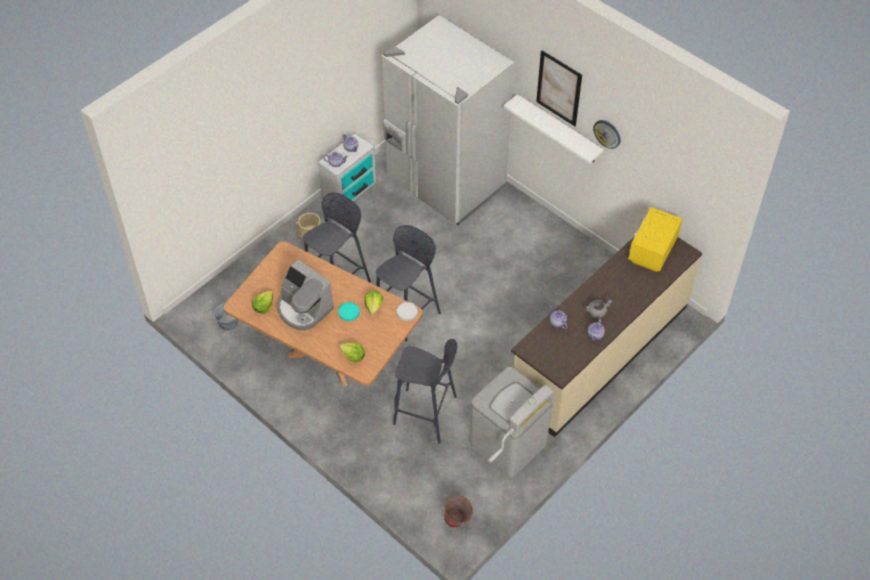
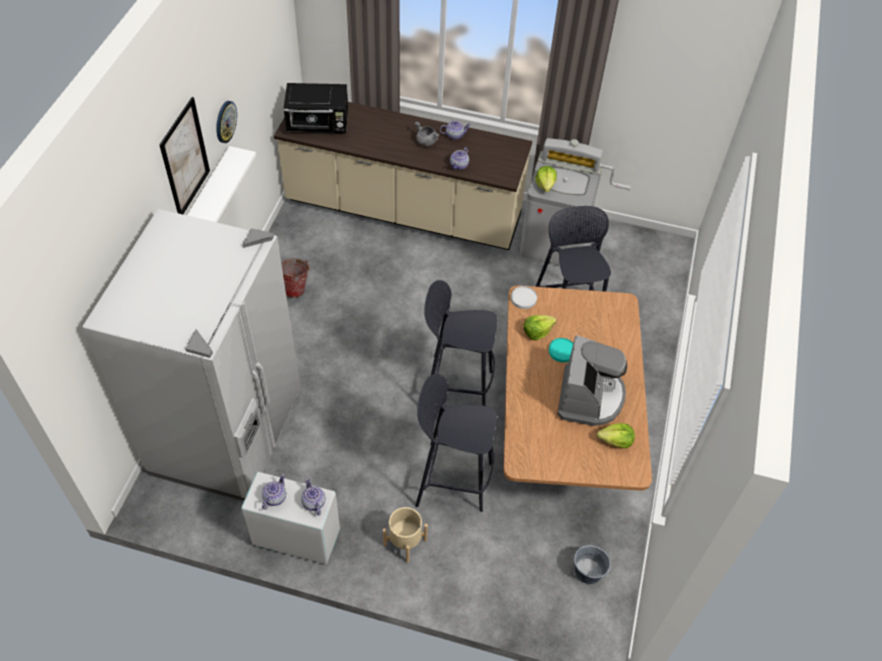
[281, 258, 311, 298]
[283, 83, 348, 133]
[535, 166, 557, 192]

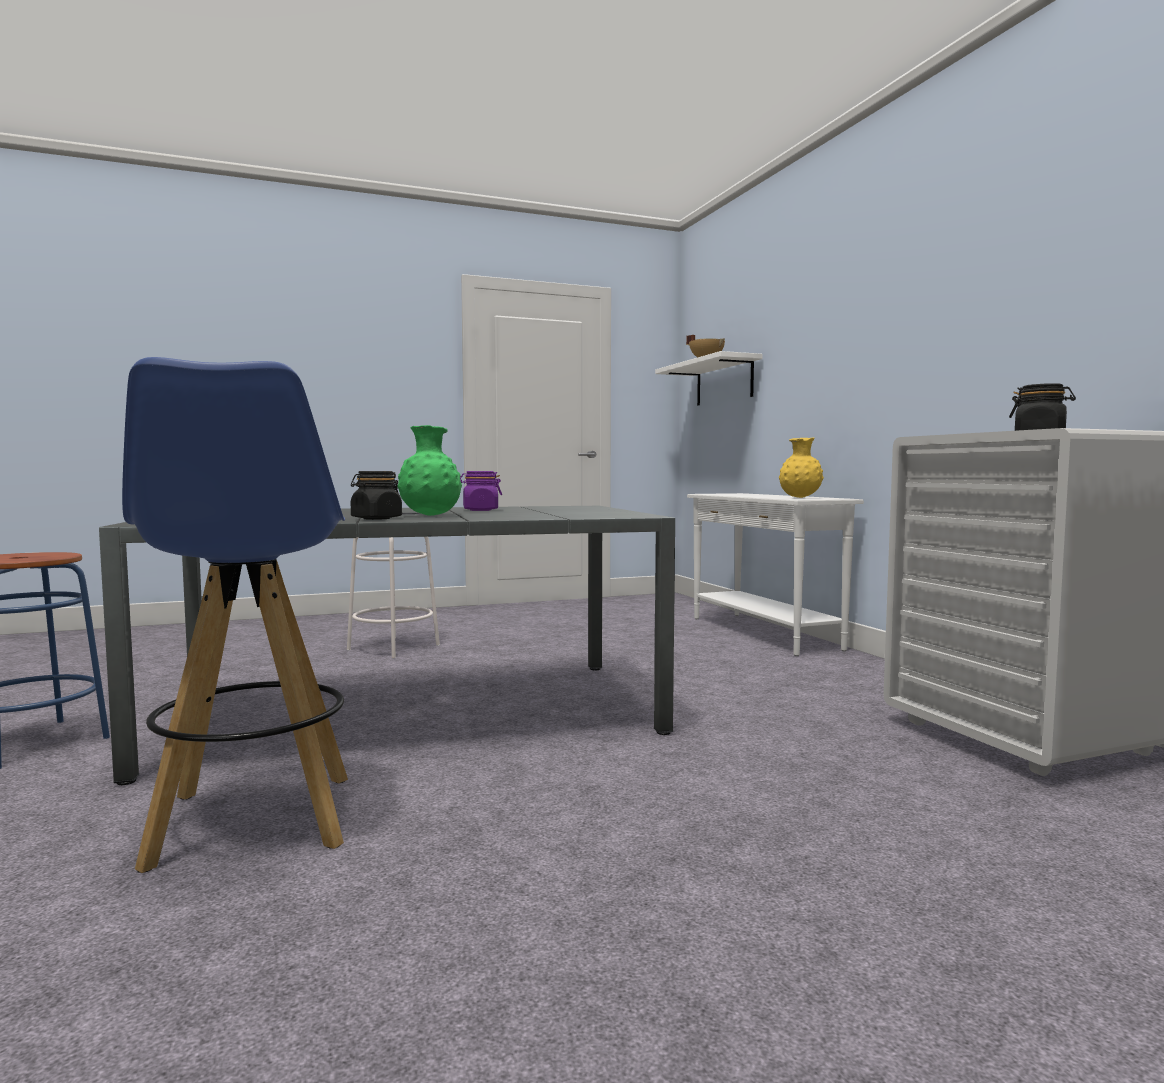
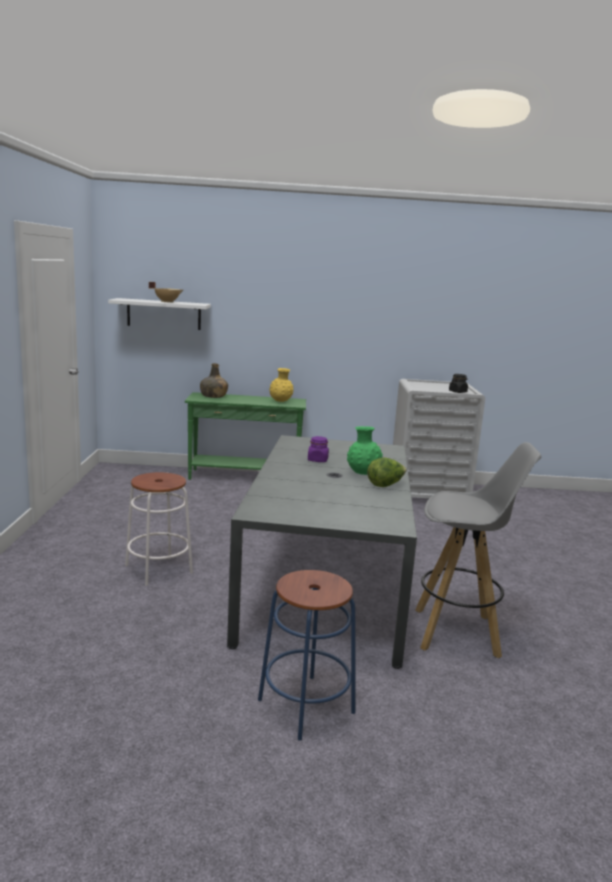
[185, 392, 306, 480]
[200, 363, 228, 398]
[367, 457, 407, 487]
[415, 442, 541, 658]

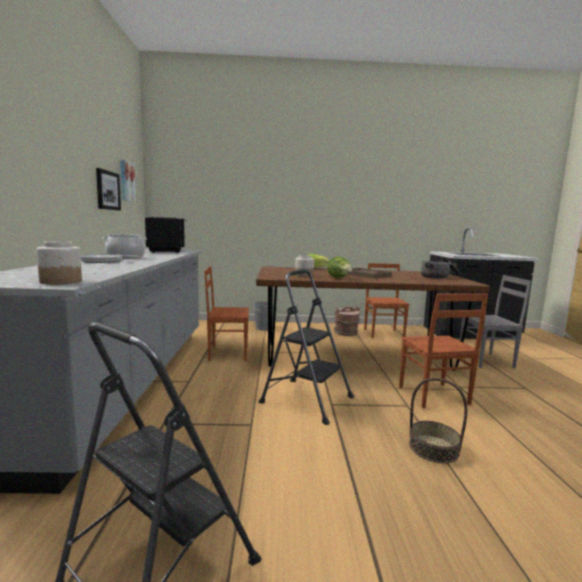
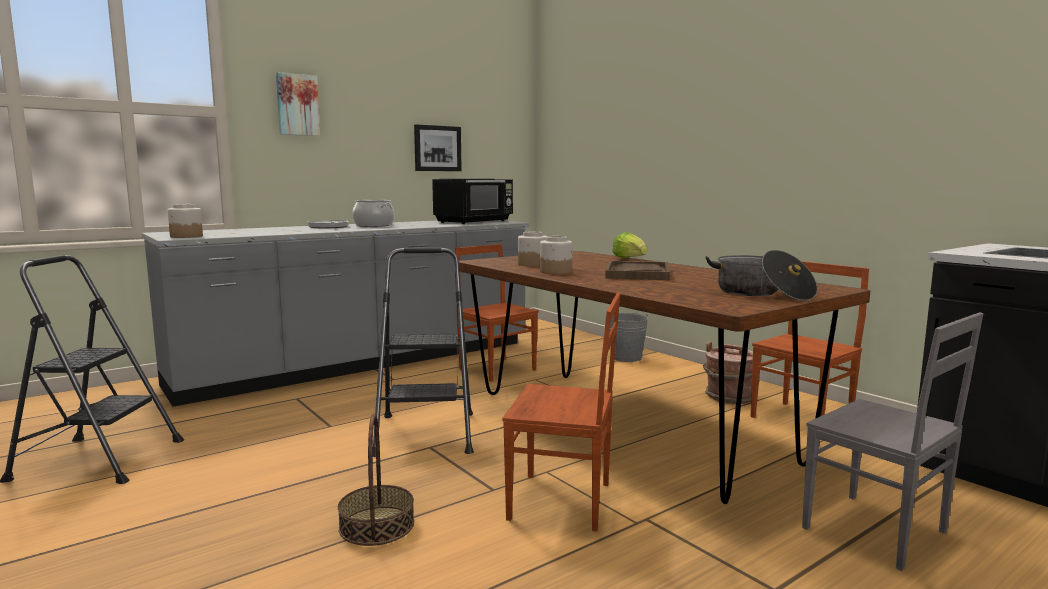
[276, 72, 320, 136]
[502, 292, 621, 532]
[540, 236, 572, 274]

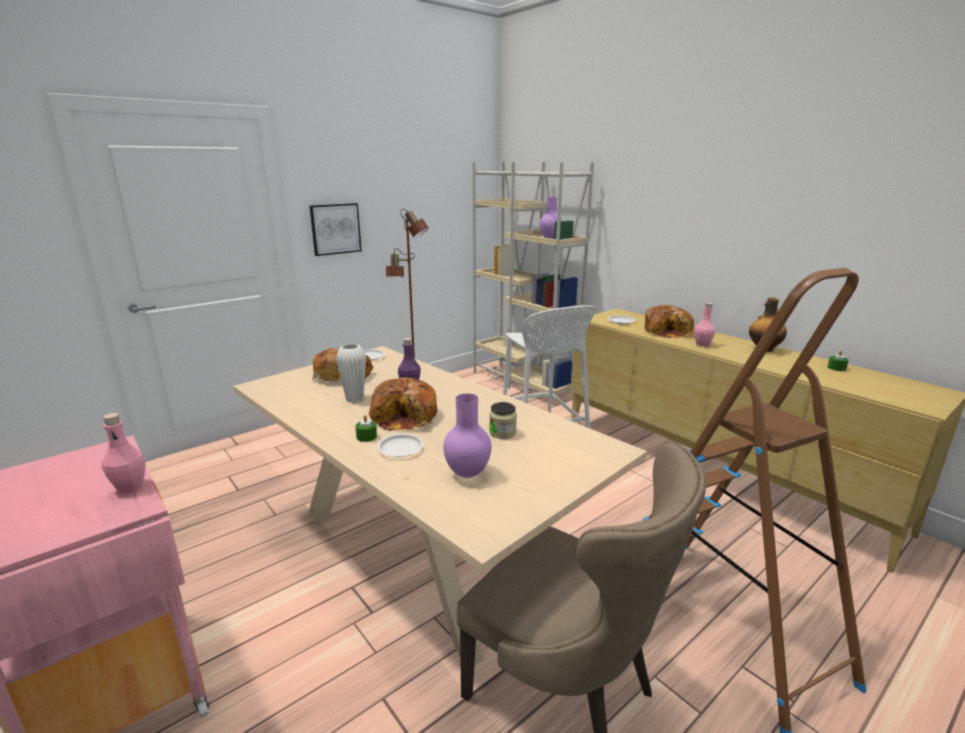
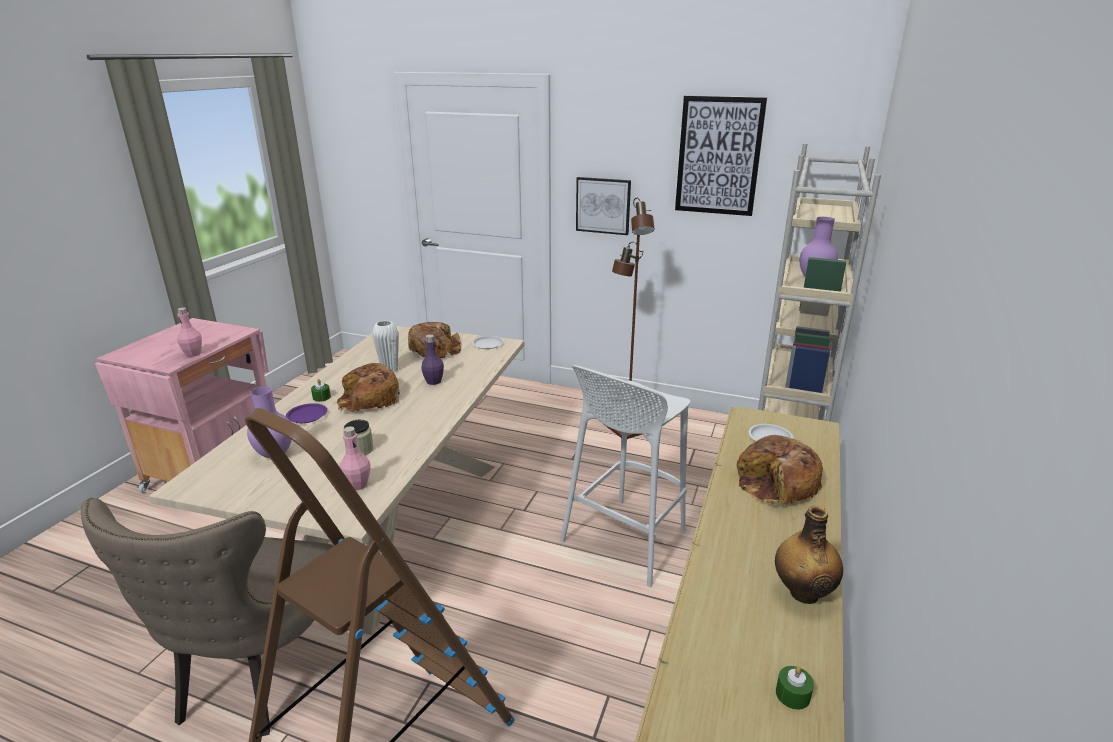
[286, 403, 327, 423]
[339, 426, 370, 490]
[675, 96, 767, 216]

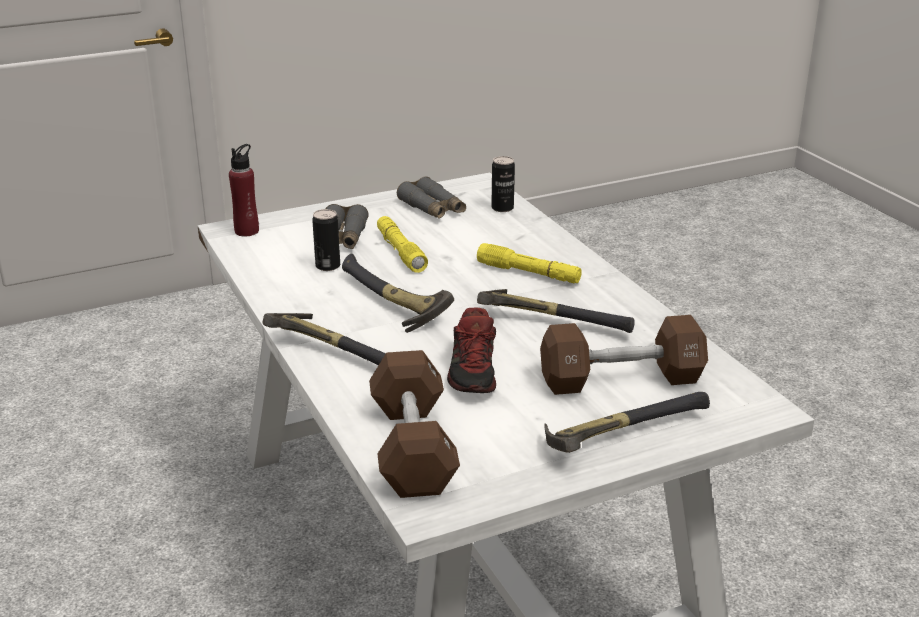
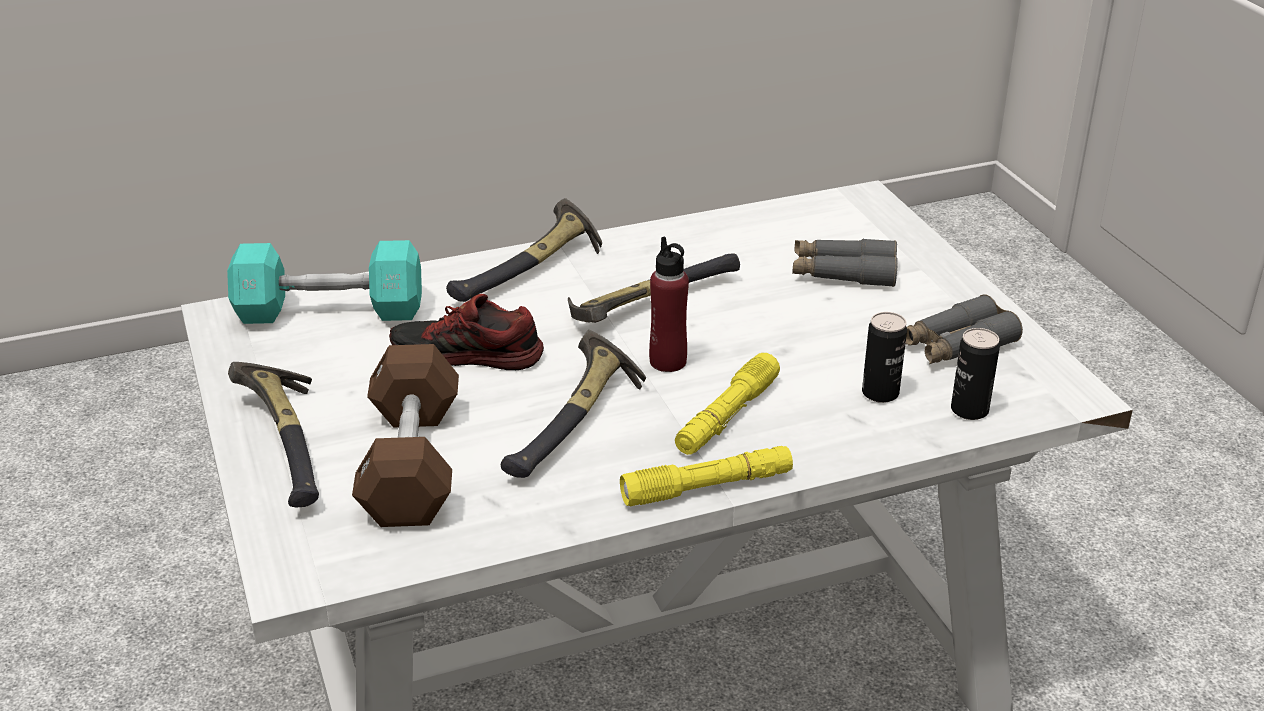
[227, 240, 422, 324]
[620, 446, 793, 507]
[649, 237, 689, 372]
[862, 312, 907, 403]

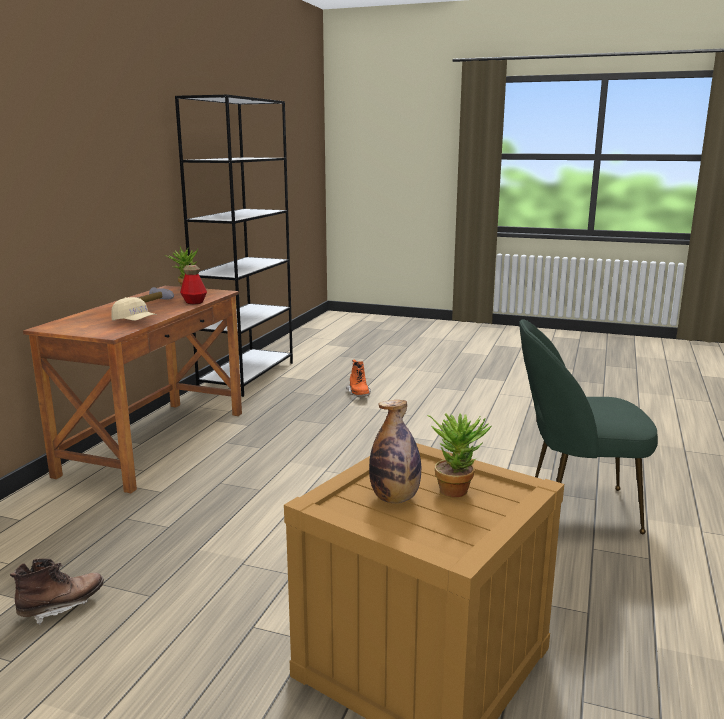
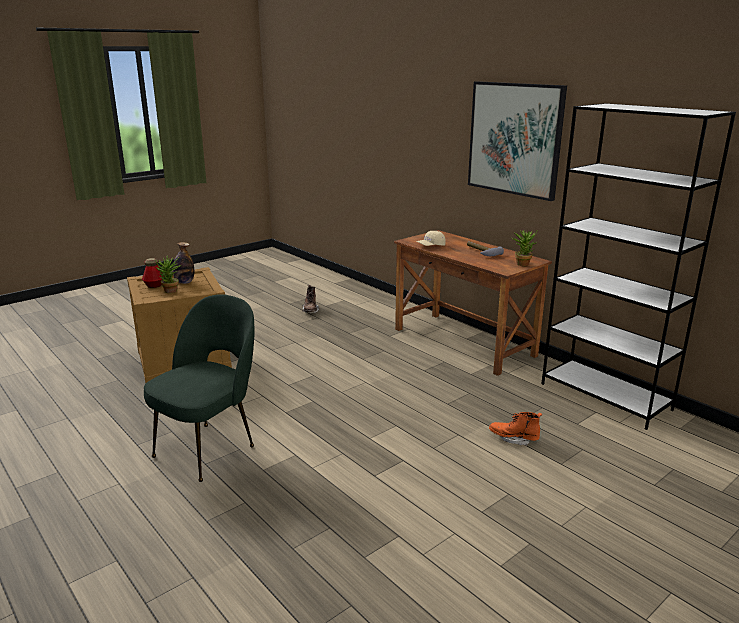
[142, 258, 164, 288]
[468, 81, 567, 201]

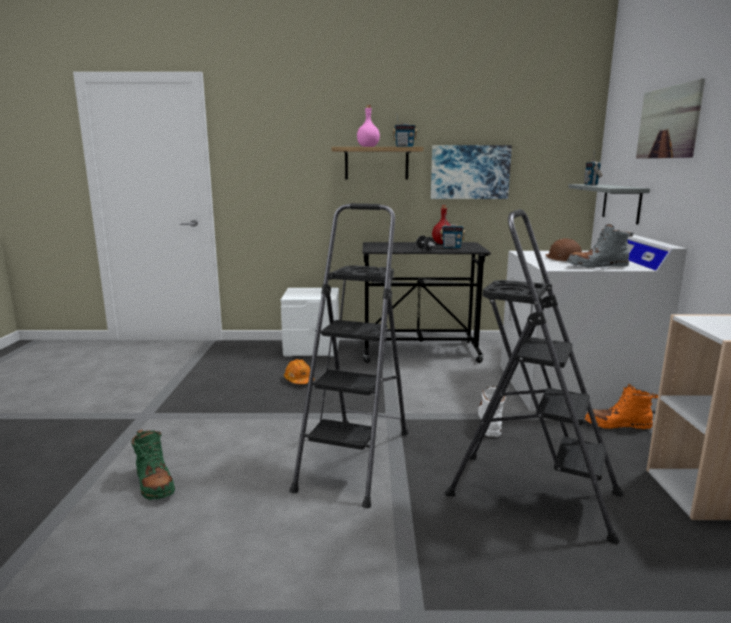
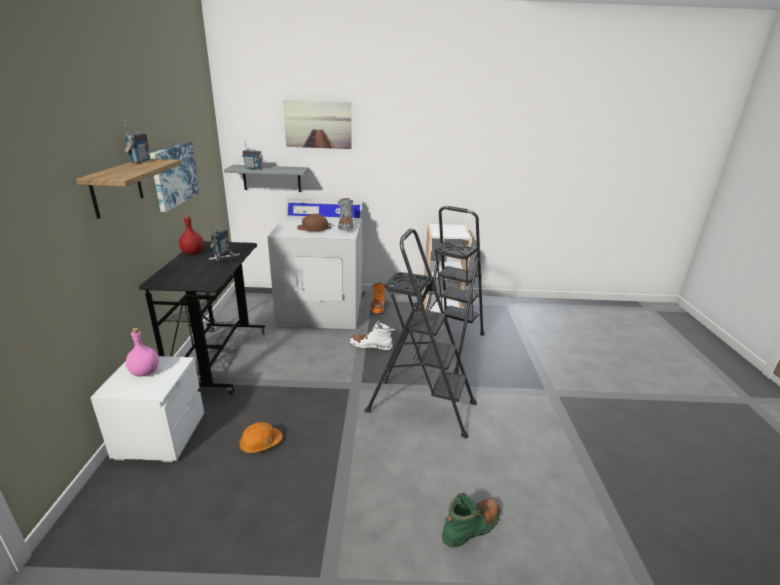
[126, 328, 159, 377]

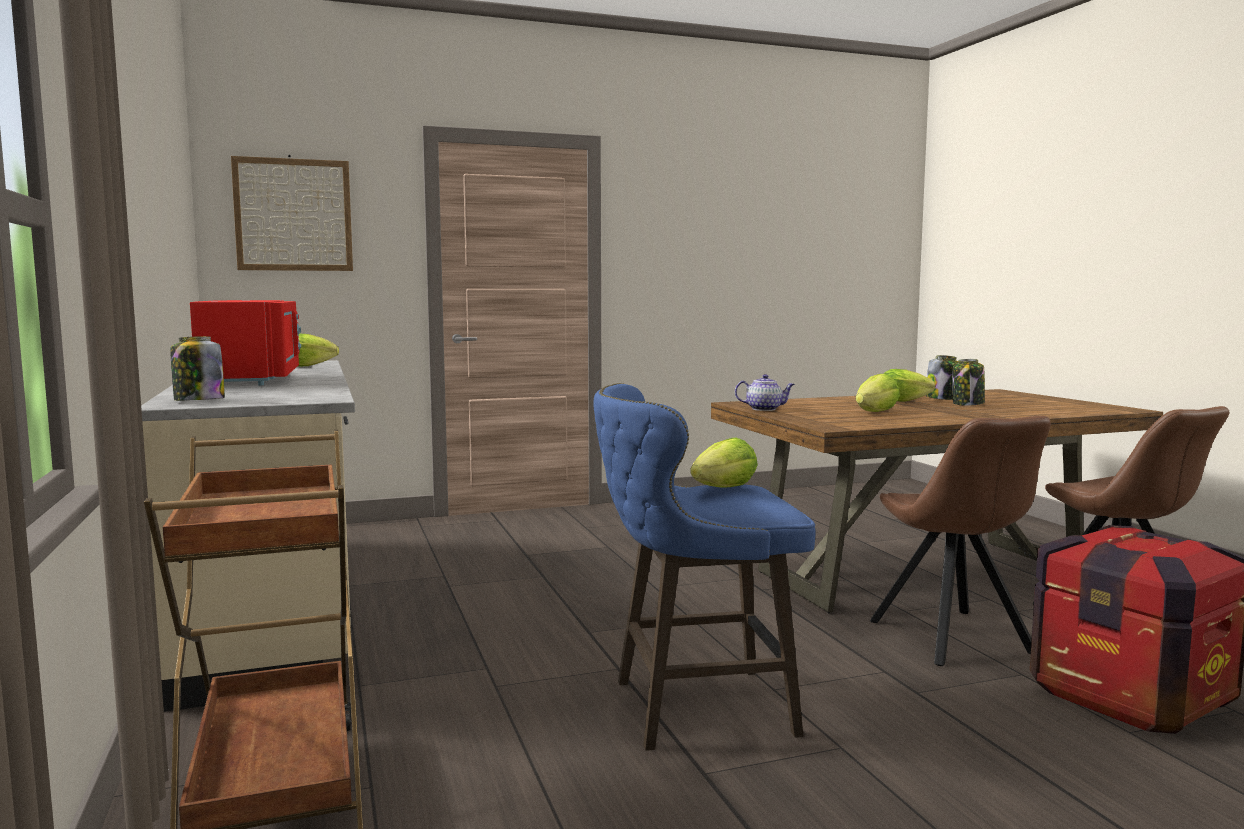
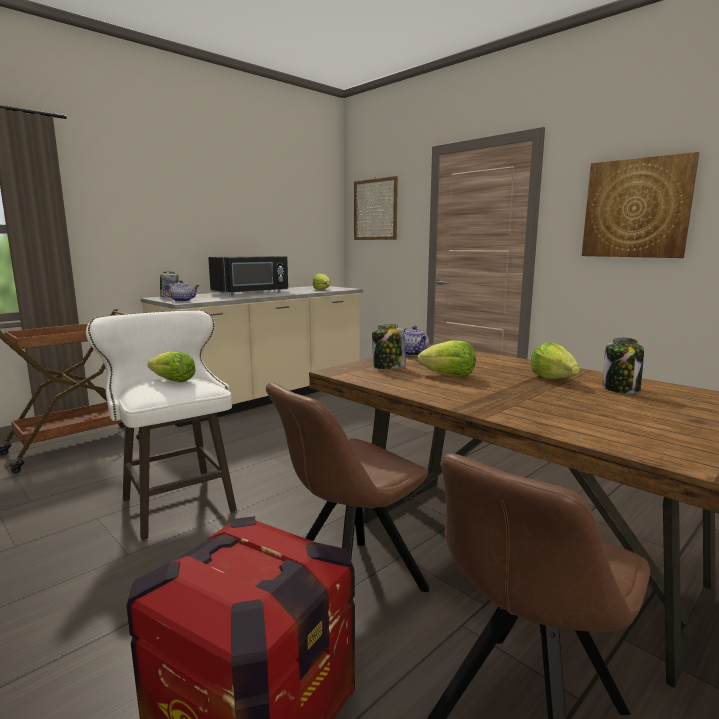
[86, 310, 237, 540]
[163, 280, 200, 302]
[208, 256, 288, 295]
[372, 324, 406, 369]
[582, 152, 699, 258]

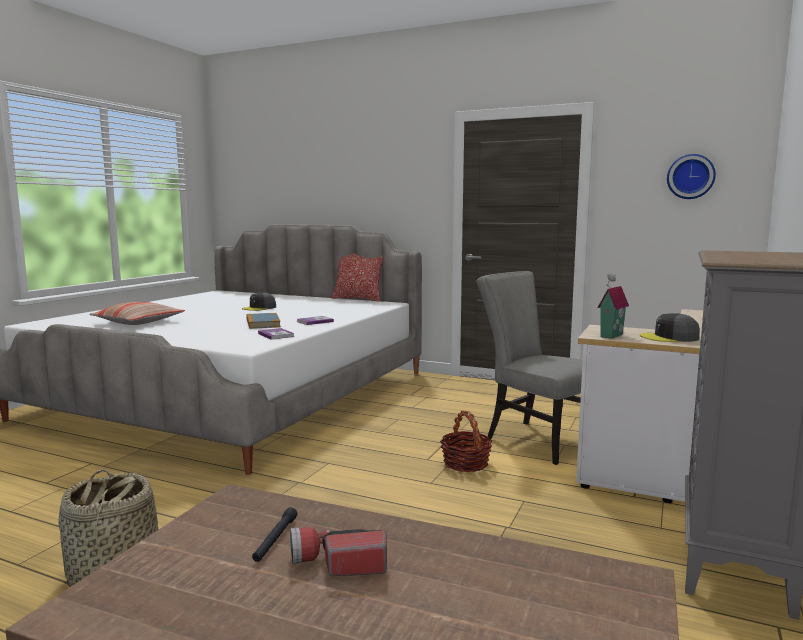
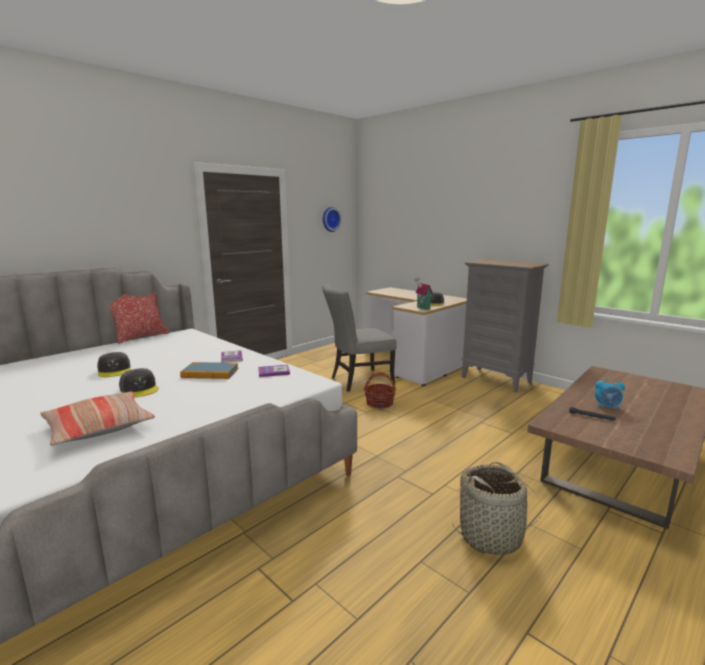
[119, 368, 159, 397]
[595, 377, 625, 410]

